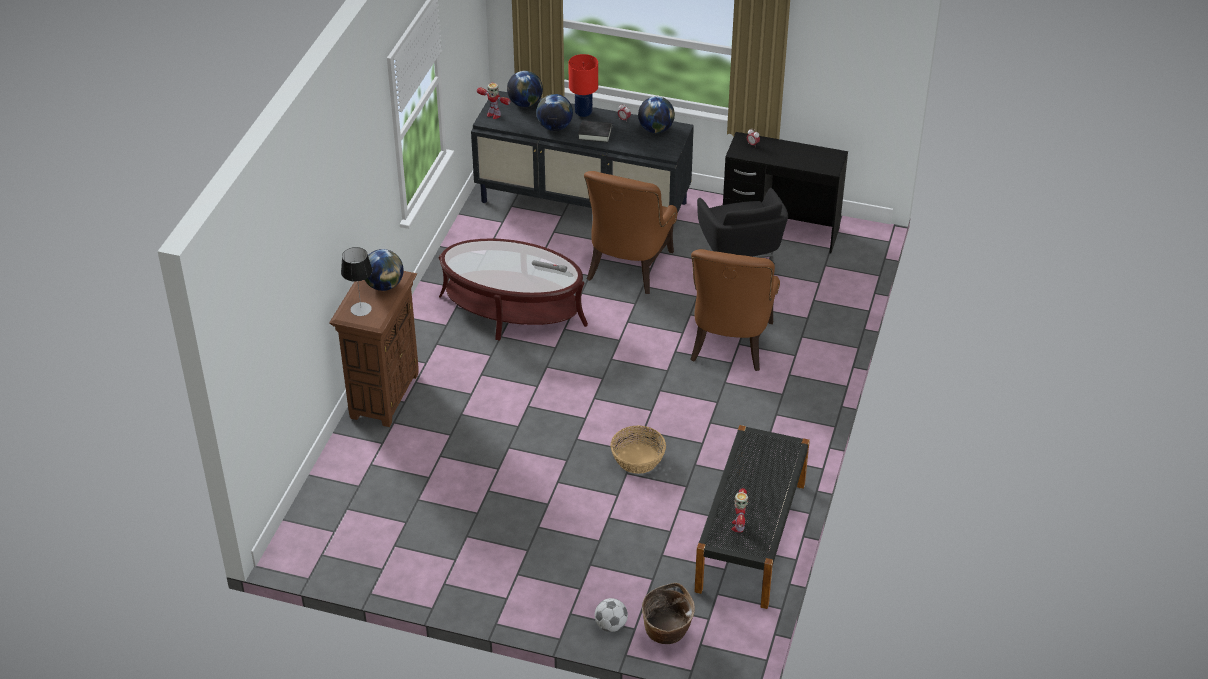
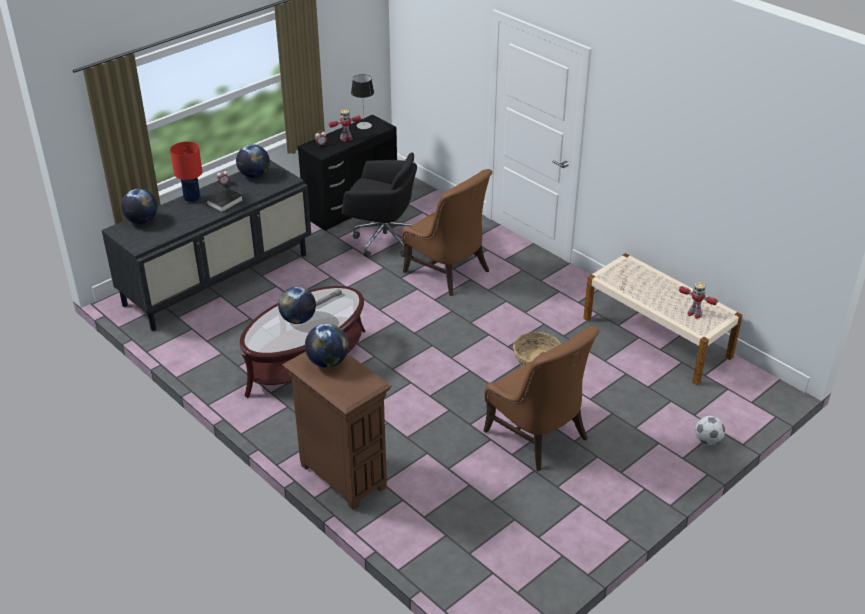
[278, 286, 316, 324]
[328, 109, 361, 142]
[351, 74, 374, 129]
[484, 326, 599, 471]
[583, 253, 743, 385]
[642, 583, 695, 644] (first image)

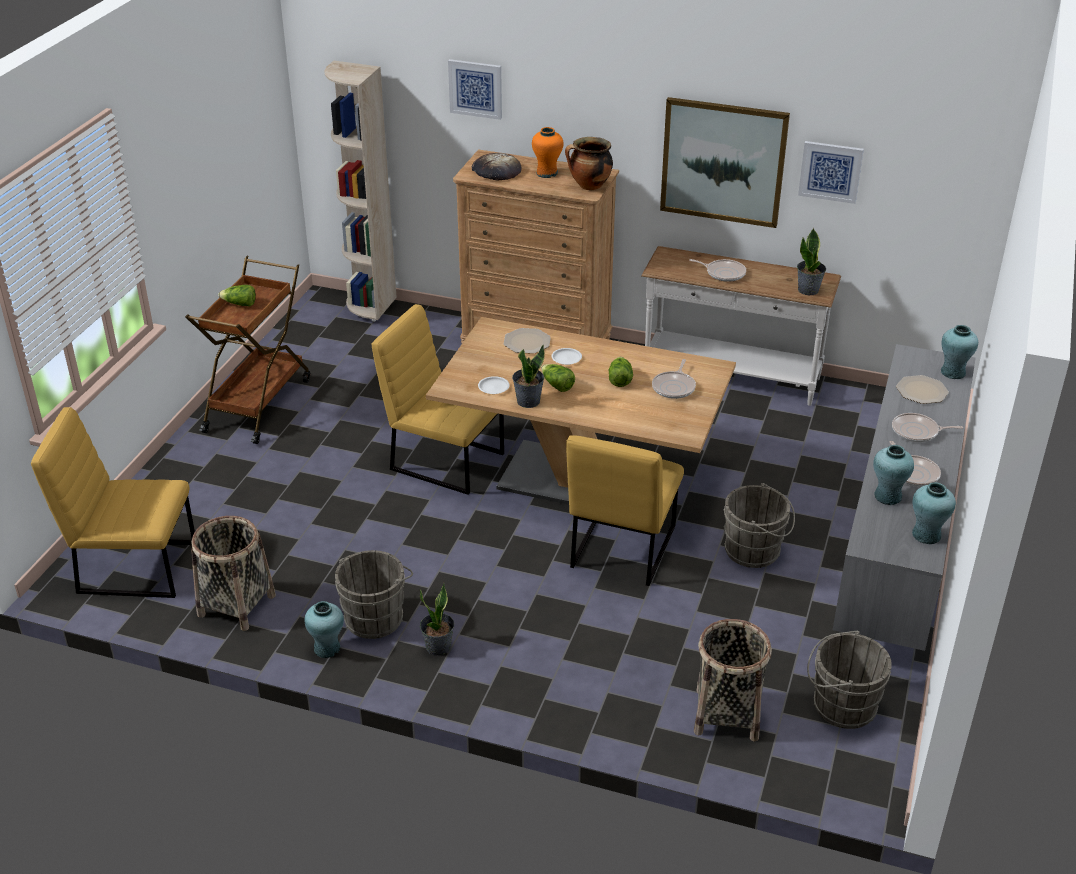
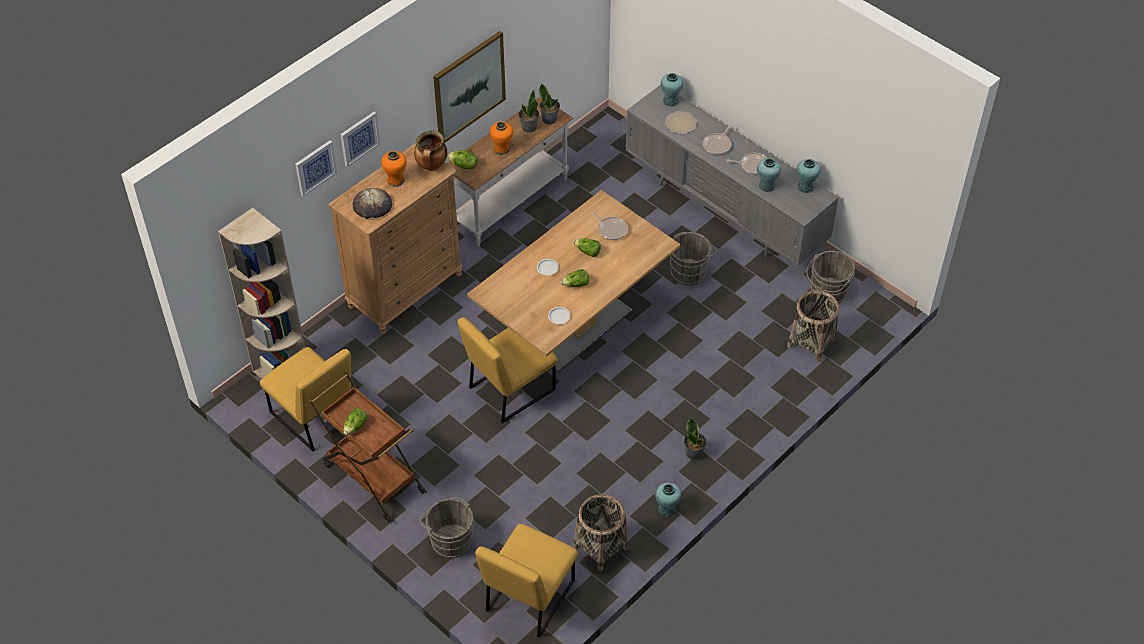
[260, 347, 351, 451]
[341, 112, 380, 167]
[420, 497, 474, 558]
[448, 150, 478, 170]
[490, 121, 513, 155]
[518, 90, 539, 133]
[504, 328, 551, 354] (first image)

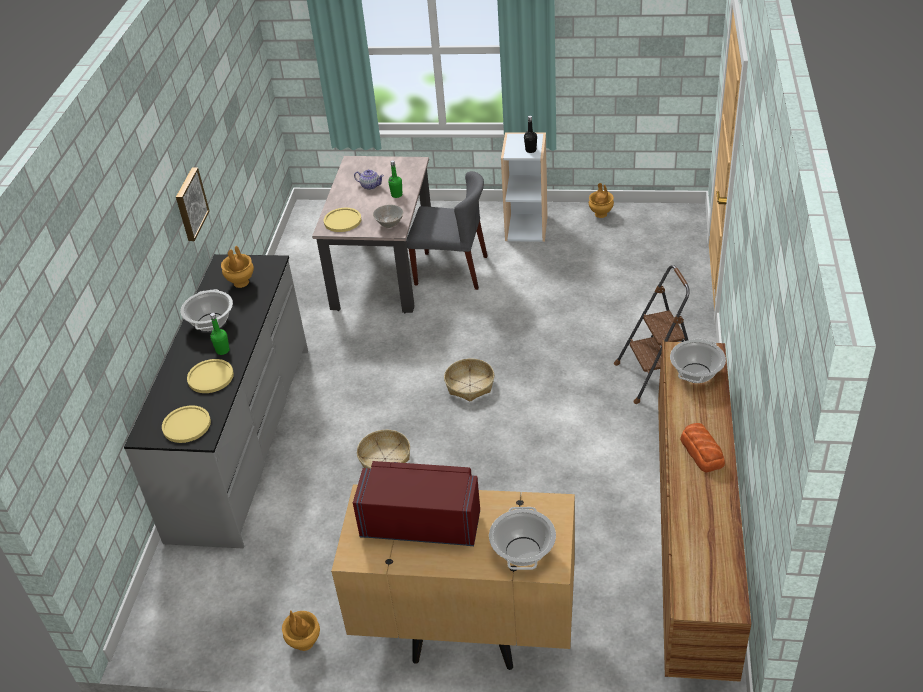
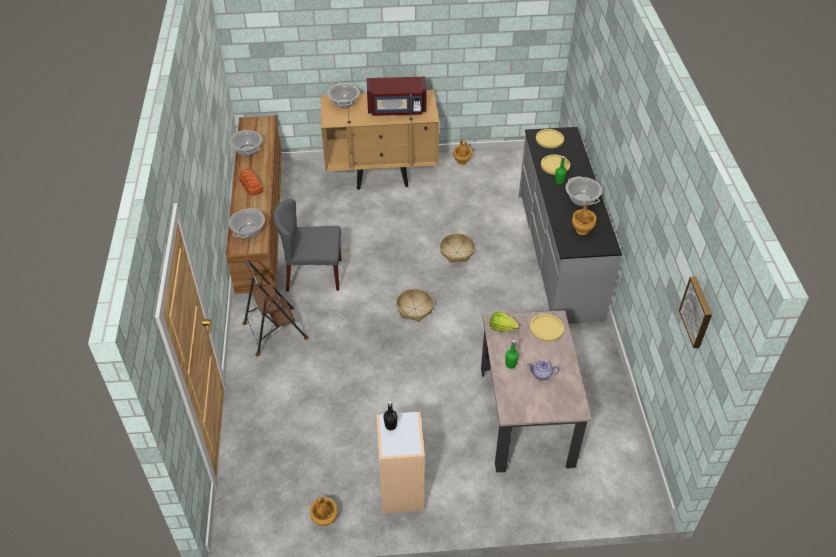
[229, 130, 262, 156]
[273, 199, 341, 292]
[490, 311, 520, 332]
[679, 276, 712, 348]

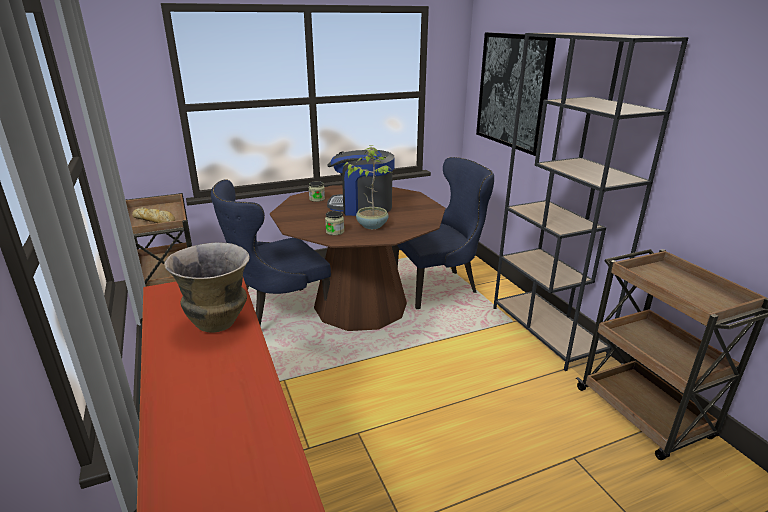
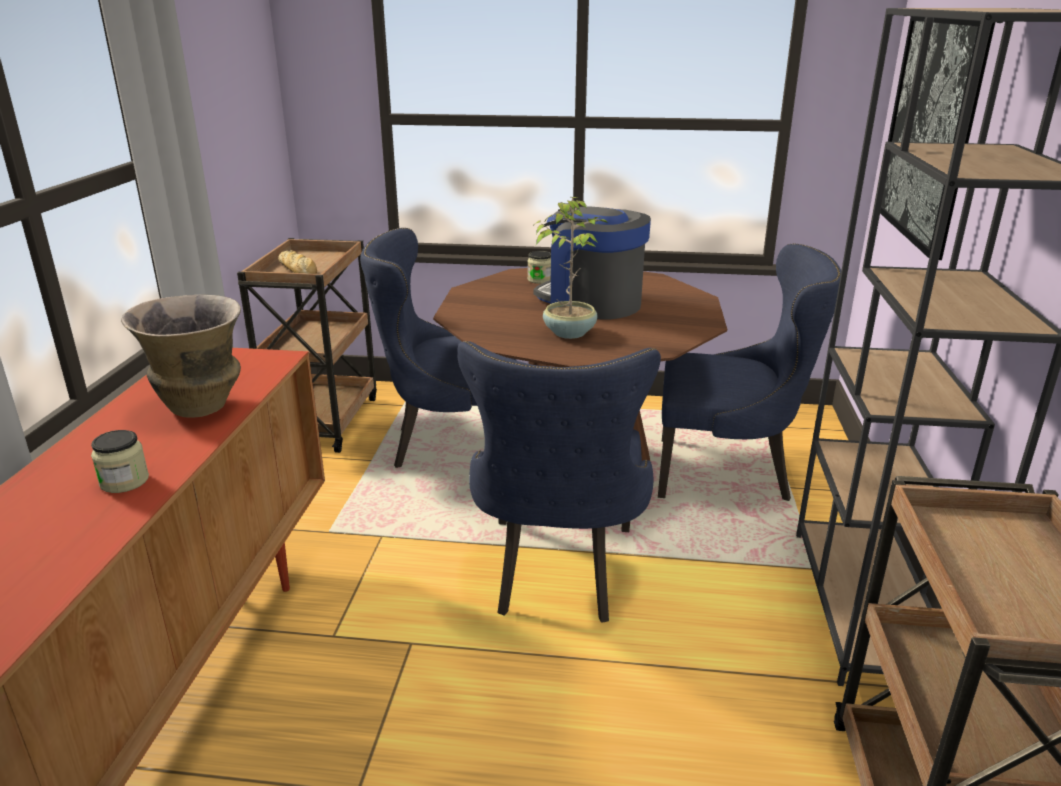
[91, 430, 149, 493]
[457, 341, 661, 623]

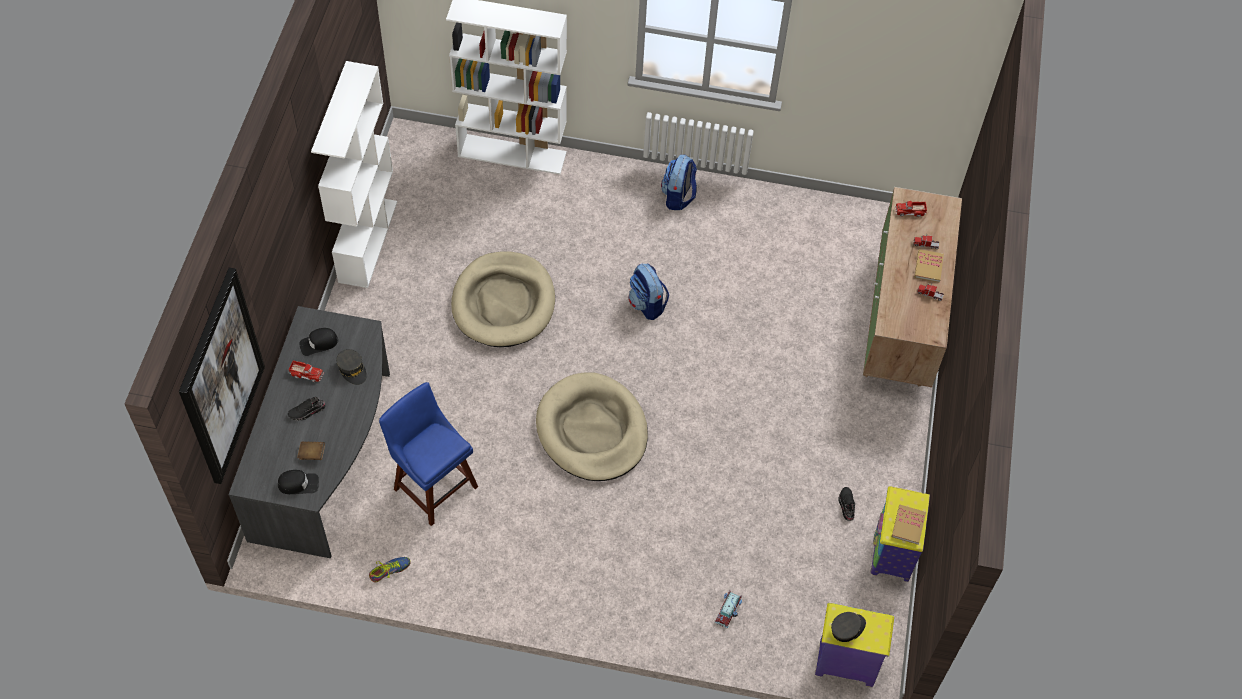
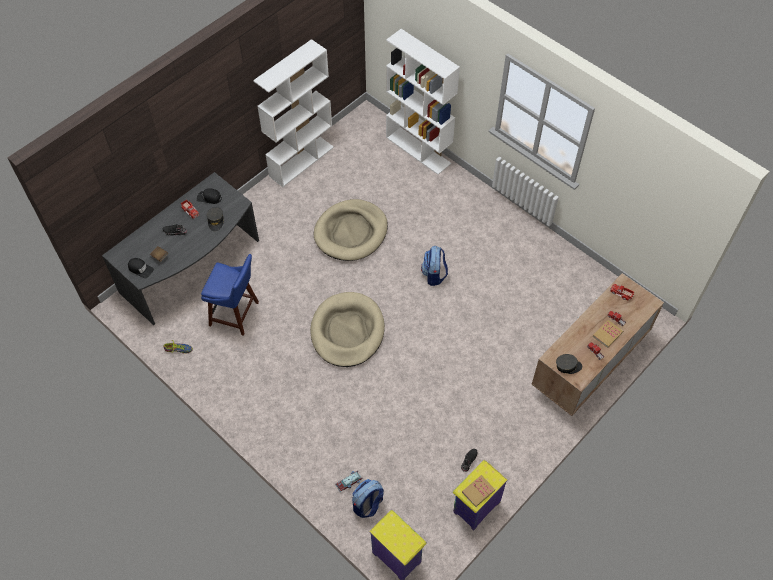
[201, 254, 259, 336]
[352, 479, 384, 518]
[556, 354, 582, 374]
[179, 268, 265, 484] (first image)

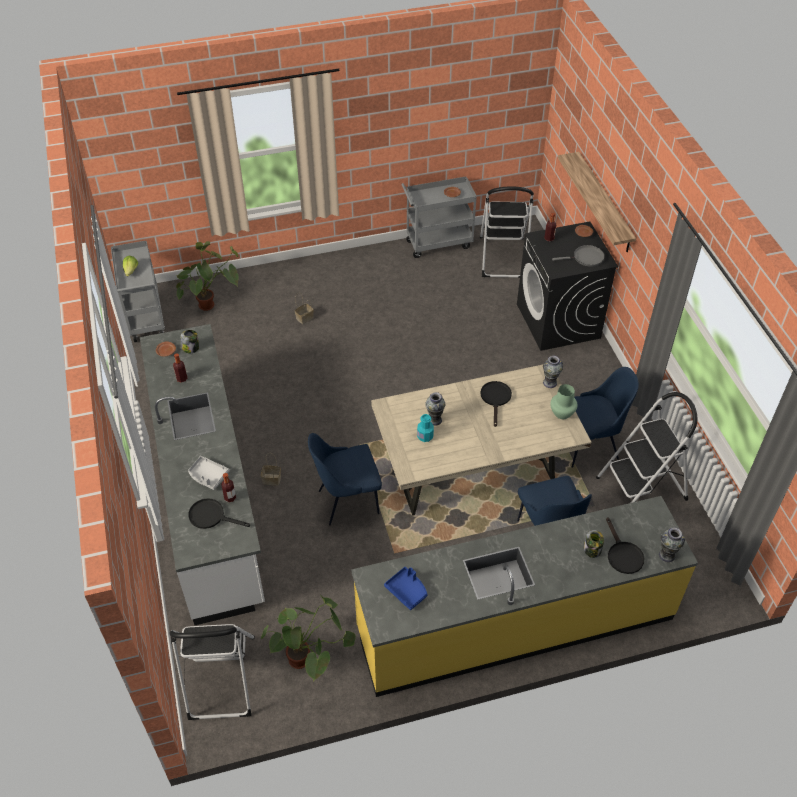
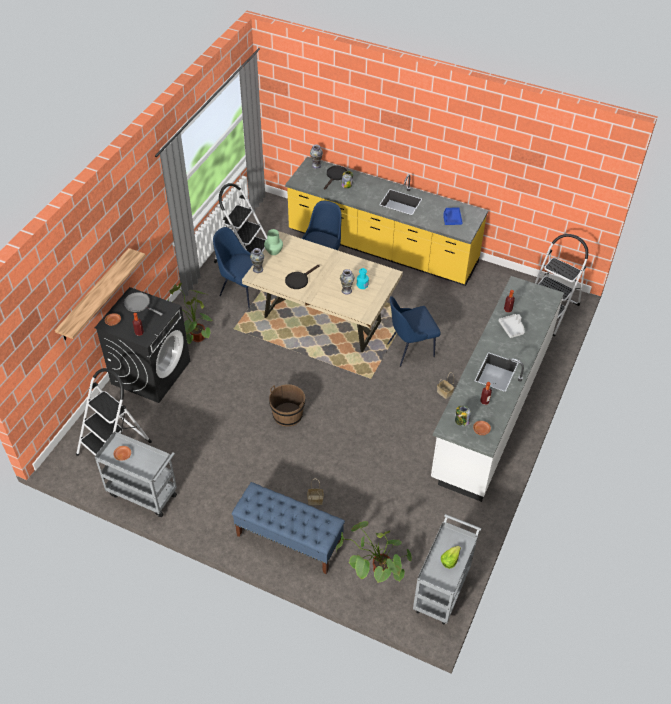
[167, 283, 213, 345]
[232, 482, 345, 574]
[269, 384, 305, 427]
[388, 296, 441, 367]
[188, 498, 250, 529] (first image)

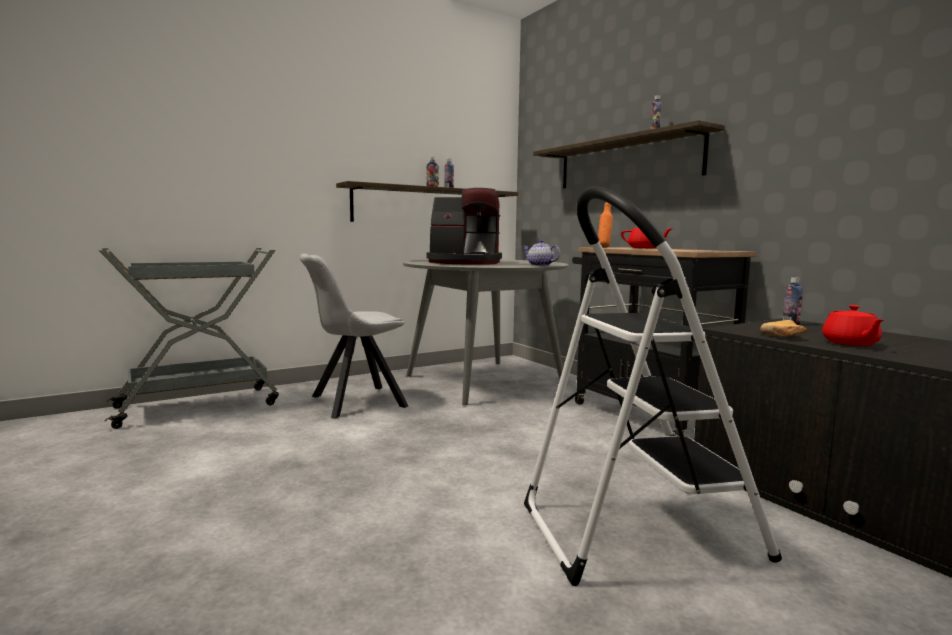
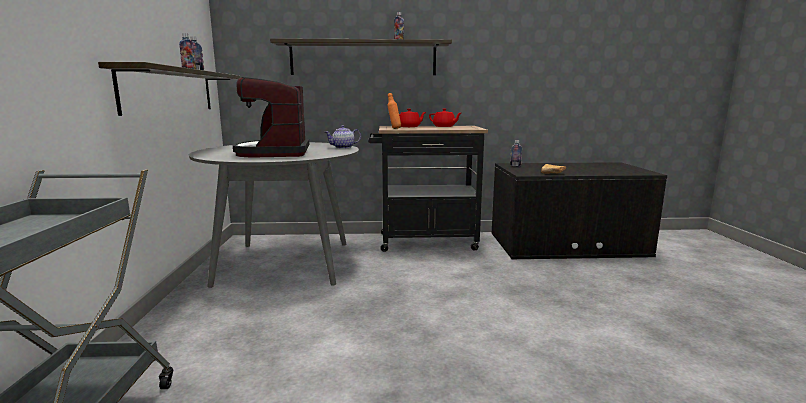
[233, 77, 309, 157]
[429, 108, 461, 127]
[299, 254, 408, 418] (first image)
[524, 187, 782, 586] (first image)

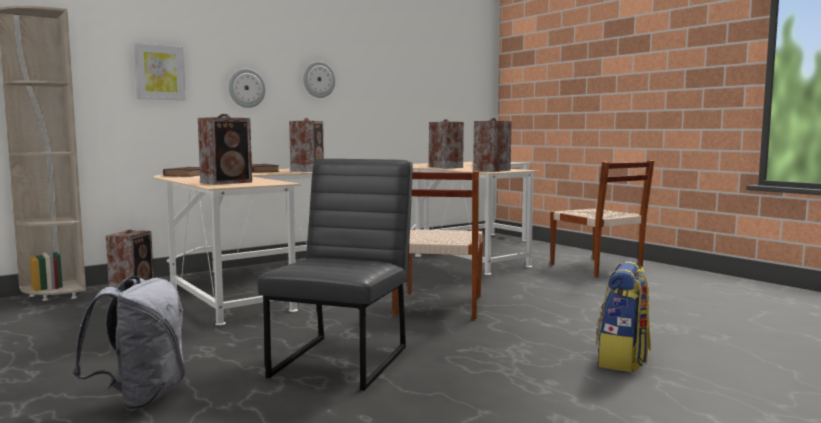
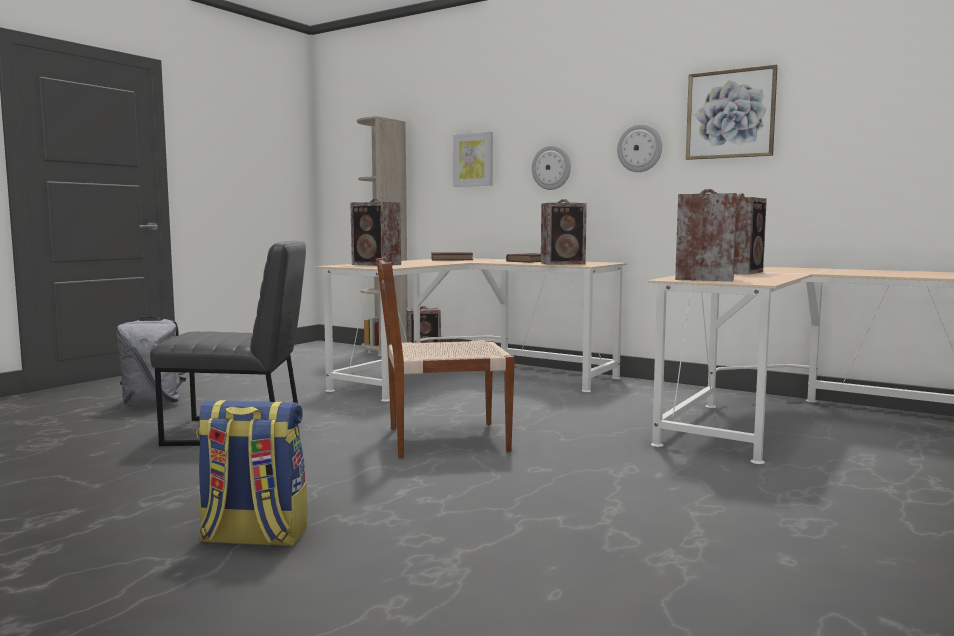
[686, 64, 778, 160]
[550, 160, 654, 278] (first image)

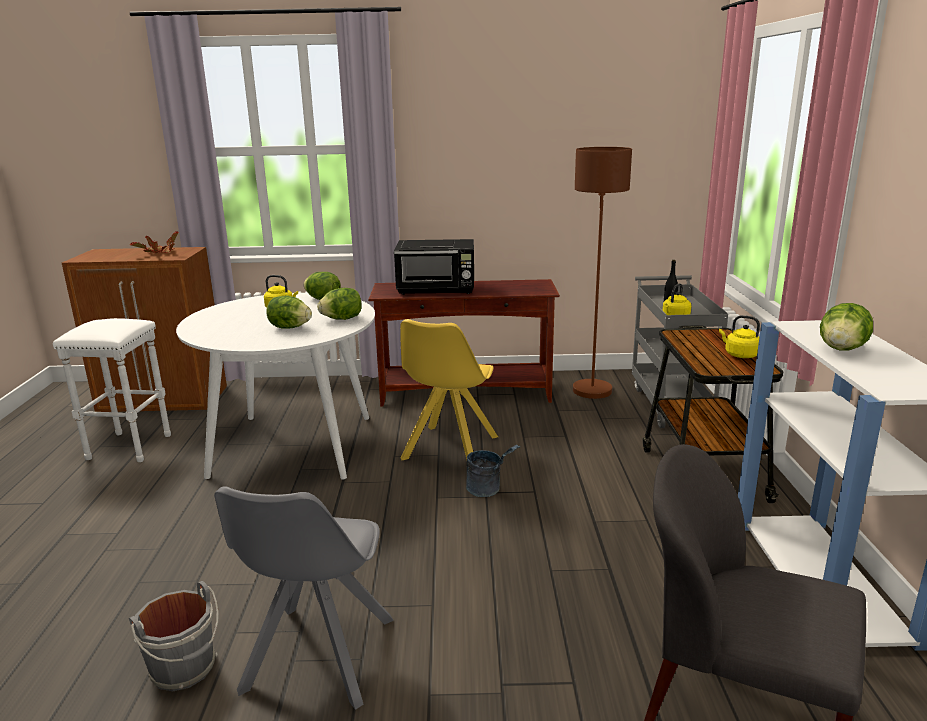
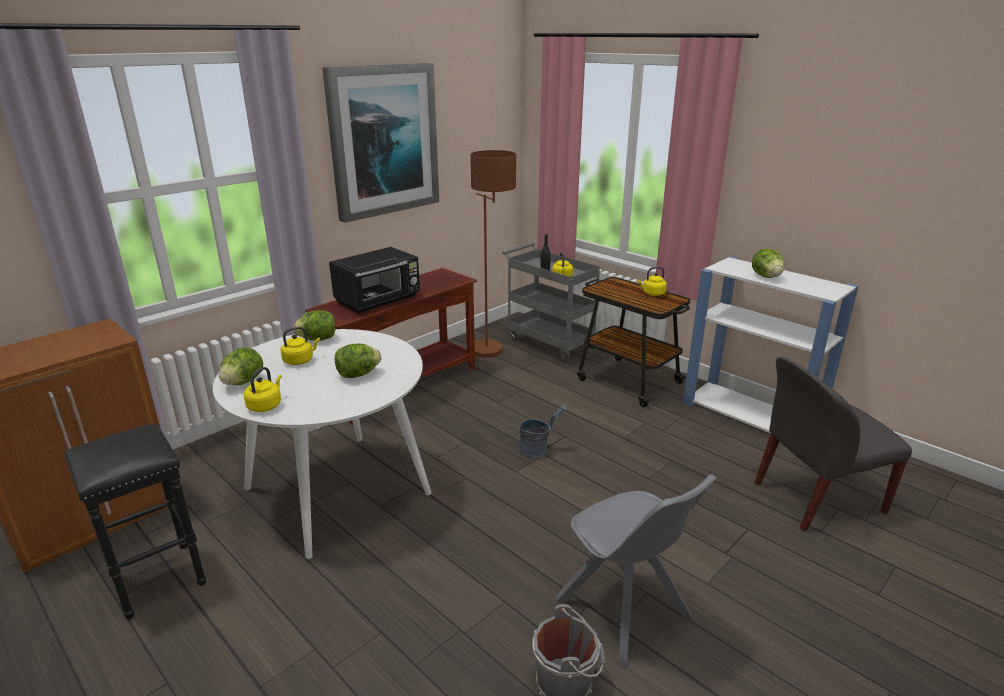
[65, 423, 206, 619]
[219, 348, 263, 385]
[244, 367, 282, 412]
[322, 63, 439, 223]
[130, 232, 178, 253] (first image)
[400, 319, 498, 460] (first image)

